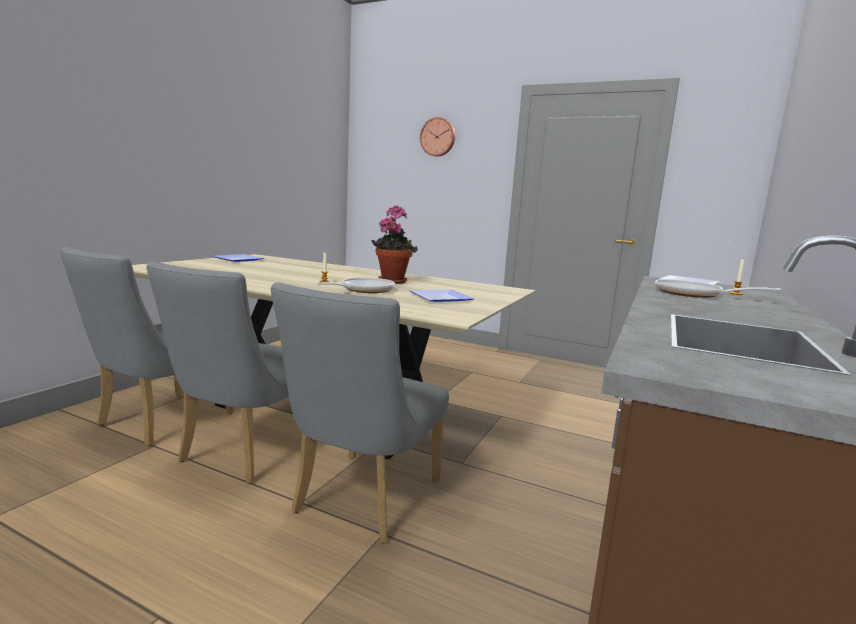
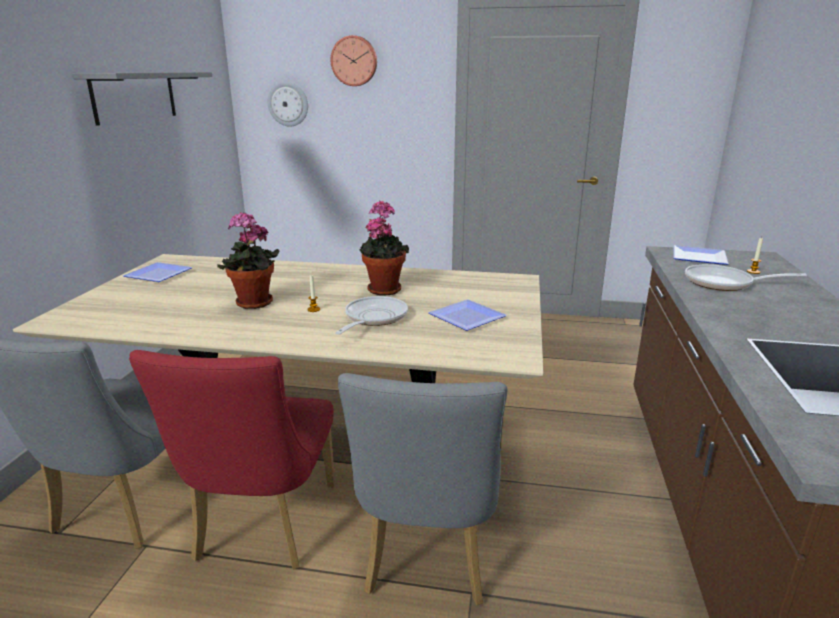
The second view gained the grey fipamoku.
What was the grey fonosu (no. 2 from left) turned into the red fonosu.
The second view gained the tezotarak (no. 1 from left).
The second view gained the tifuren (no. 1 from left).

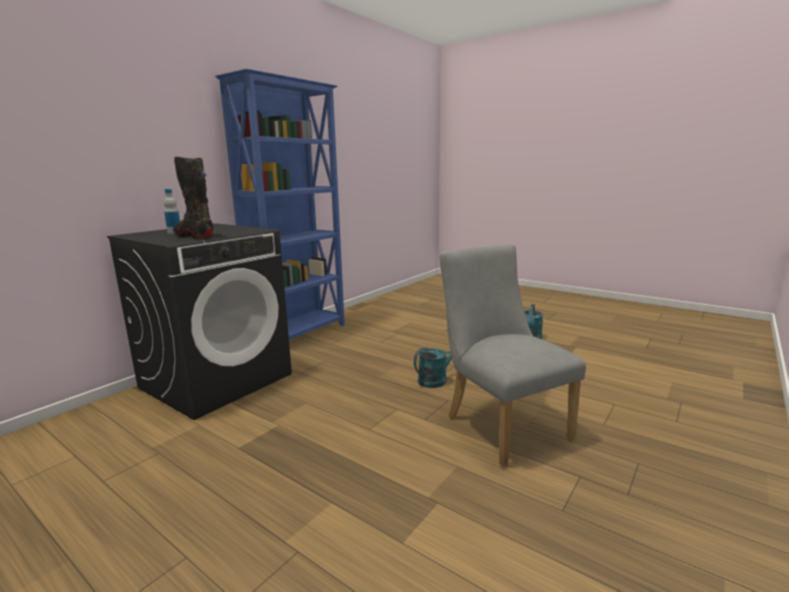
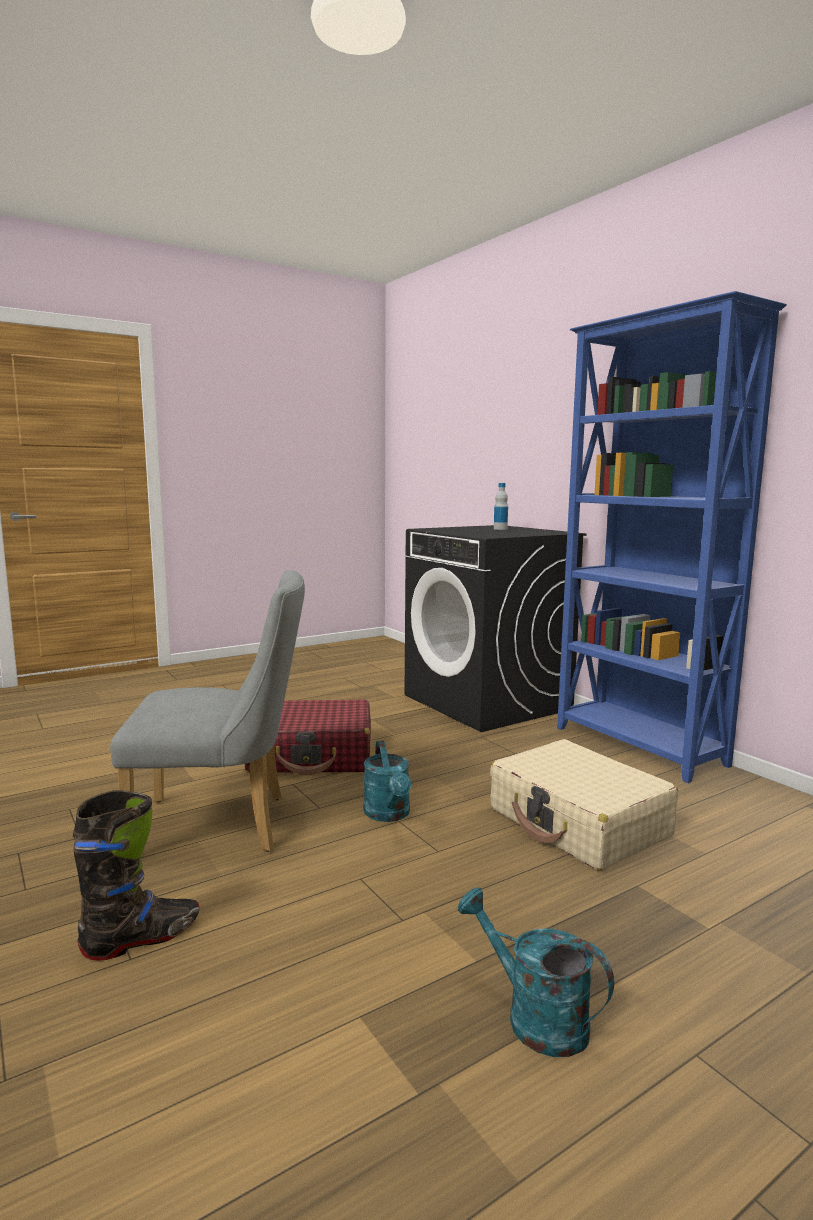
The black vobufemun ended up elsewhere.
The second view gained the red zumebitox.
The second view gained the beige zumebitox.

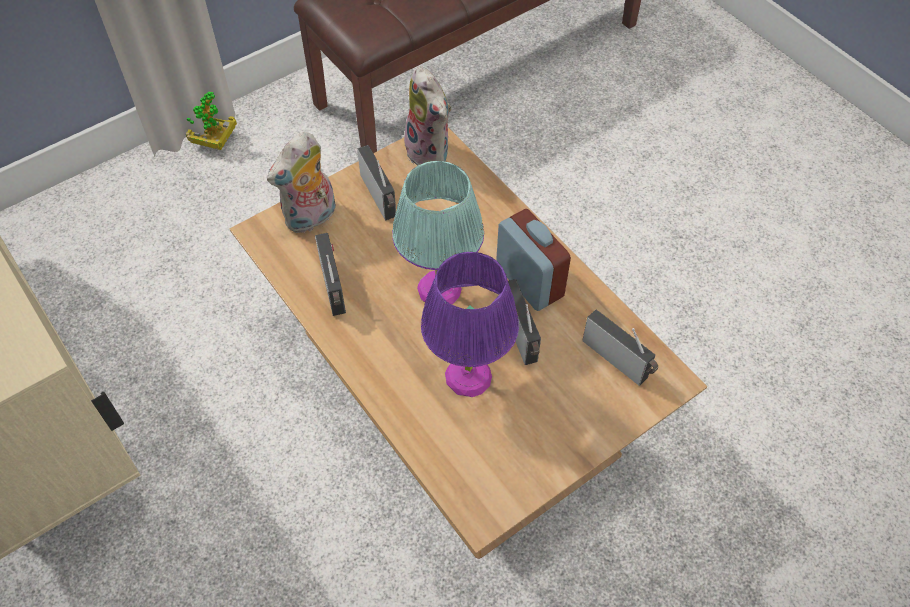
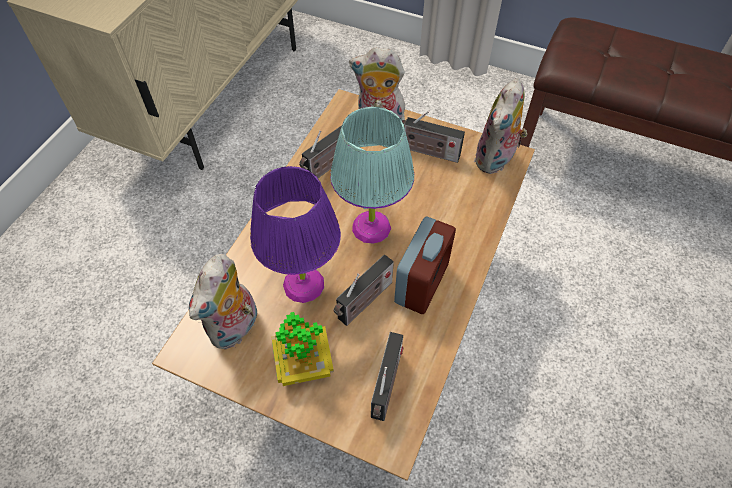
The second view gained the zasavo (no. 1 from left).
The tezotarak ended up elsewhere.
The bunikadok (no. 2 from left in the first image) ended up facing another way, 75 degrees clockwise from before.

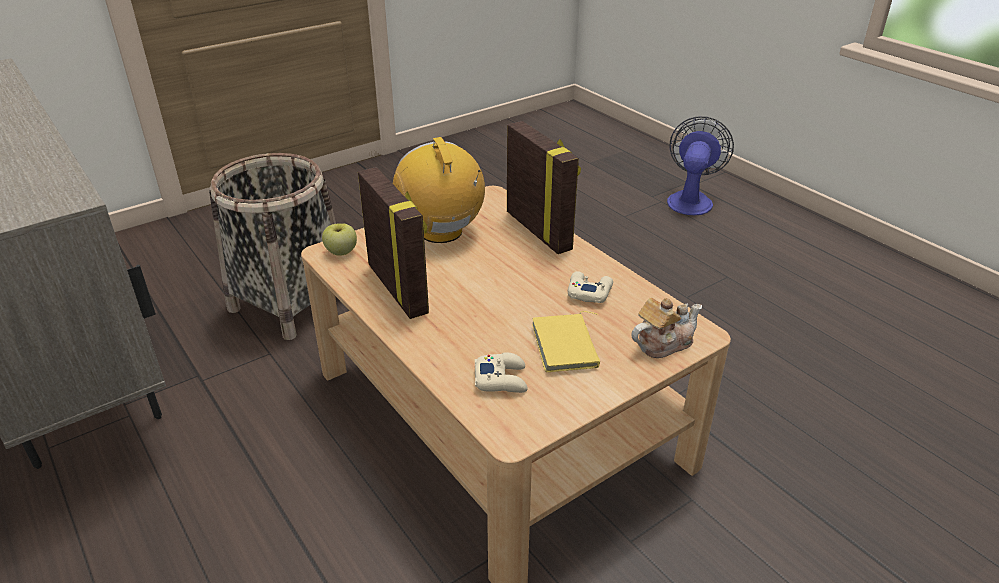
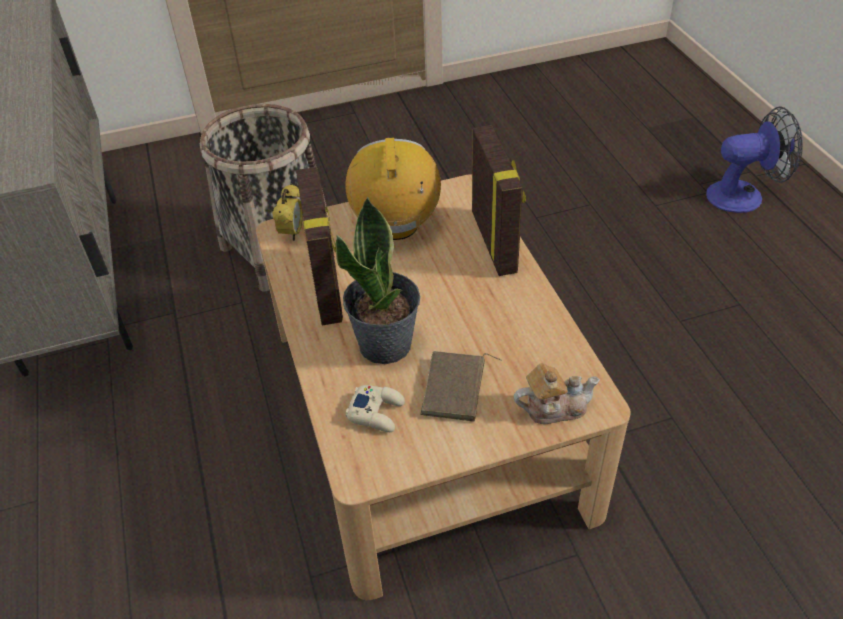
Where the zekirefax stood, the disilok came to stand.
The second view gained the tezotarak.
What was the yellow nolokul turned into the brown nolokul.
The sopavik ended up facing another way, 45 degrees clockwise from before.
The second view lost the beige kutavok (no. 2 from left).

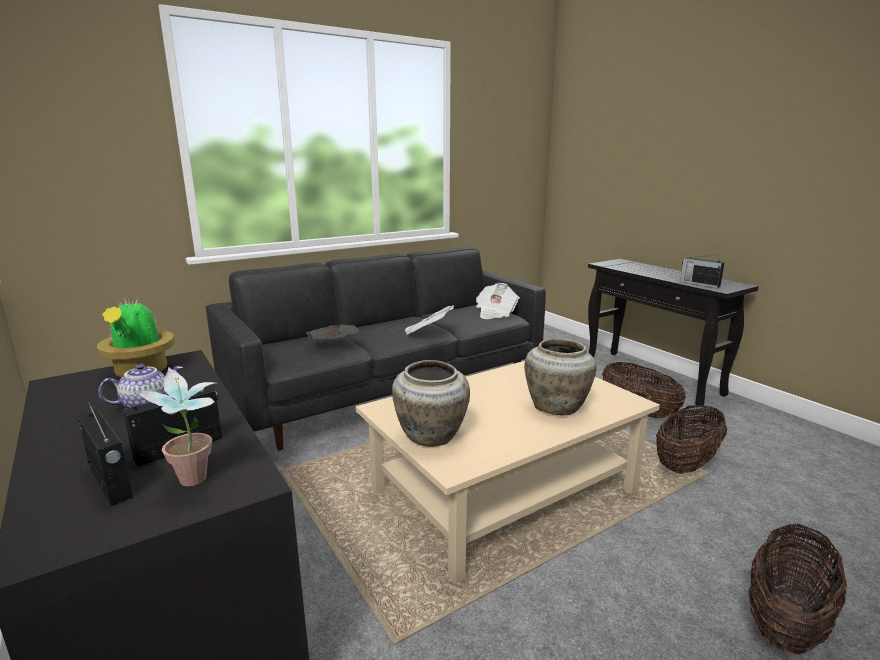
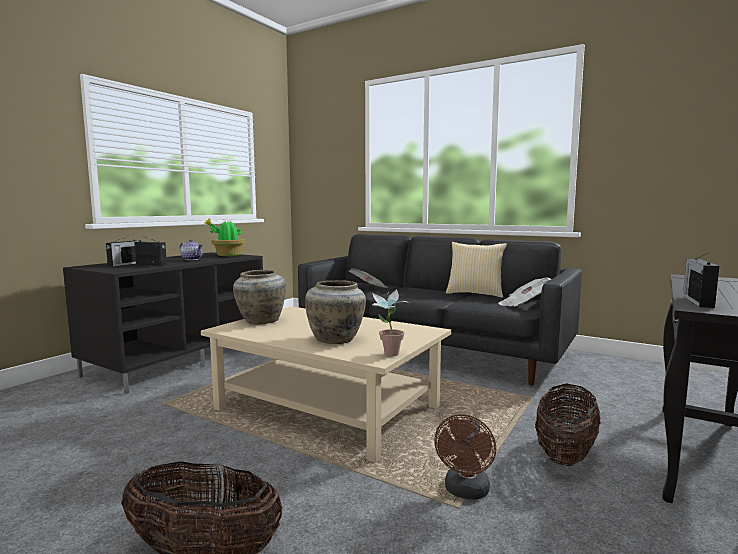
The tezotarak (no. 2 from left) ended up elsewhere.
Where the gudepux (no. 2 from left) stood, the brown sopavik came to stand.
The second view gained the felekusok.
The second view lost the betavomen (no. 2 from left).

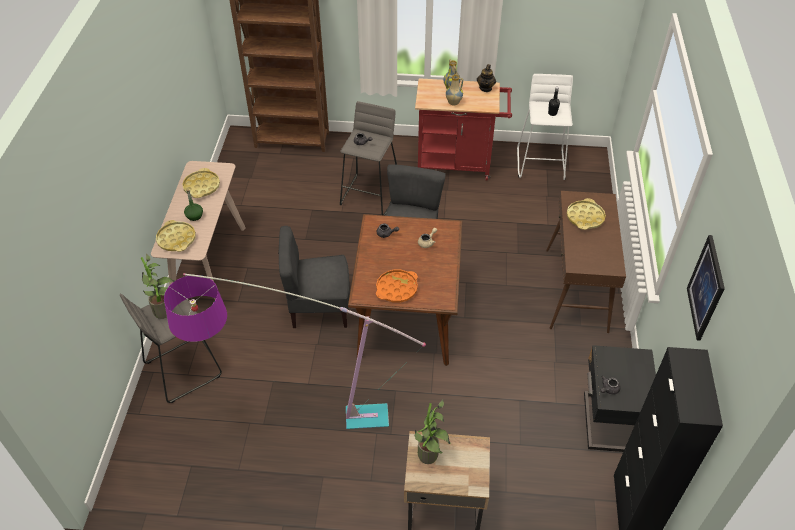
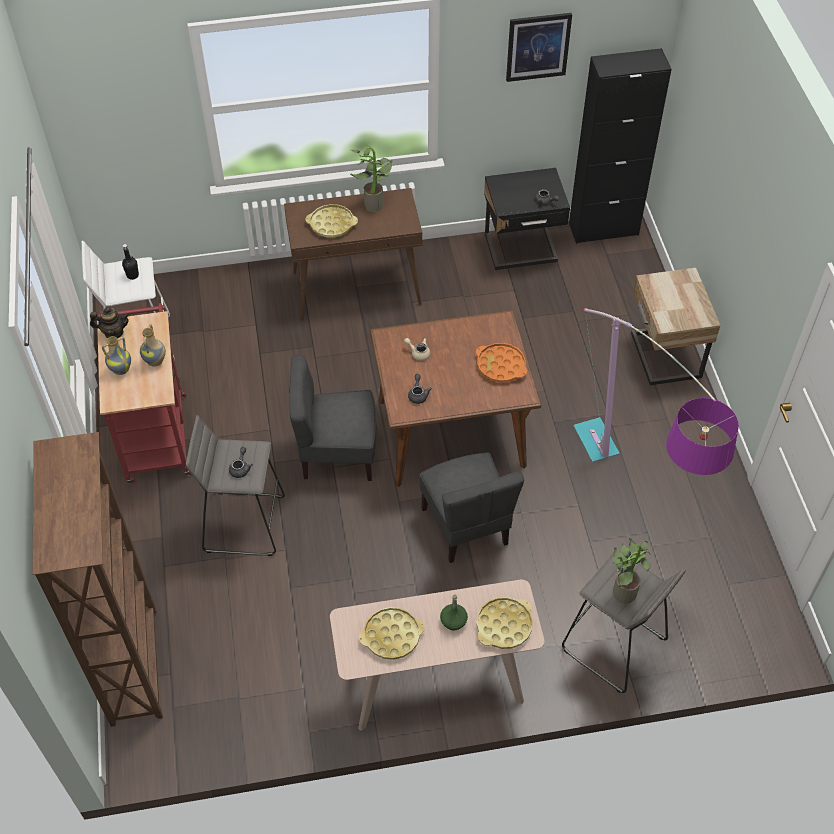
The tezotarak (no. 2 from left in the first image) ended up elsewhere.

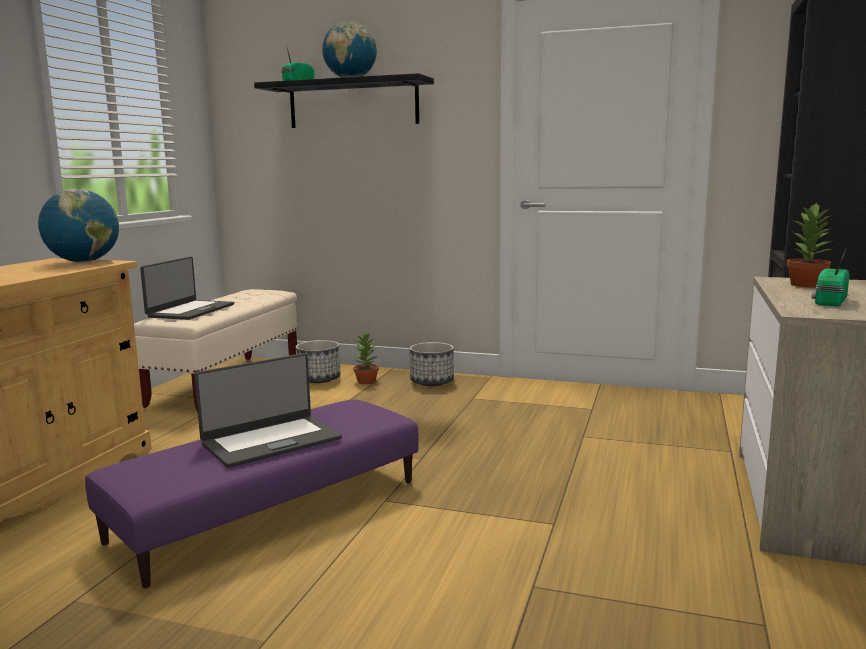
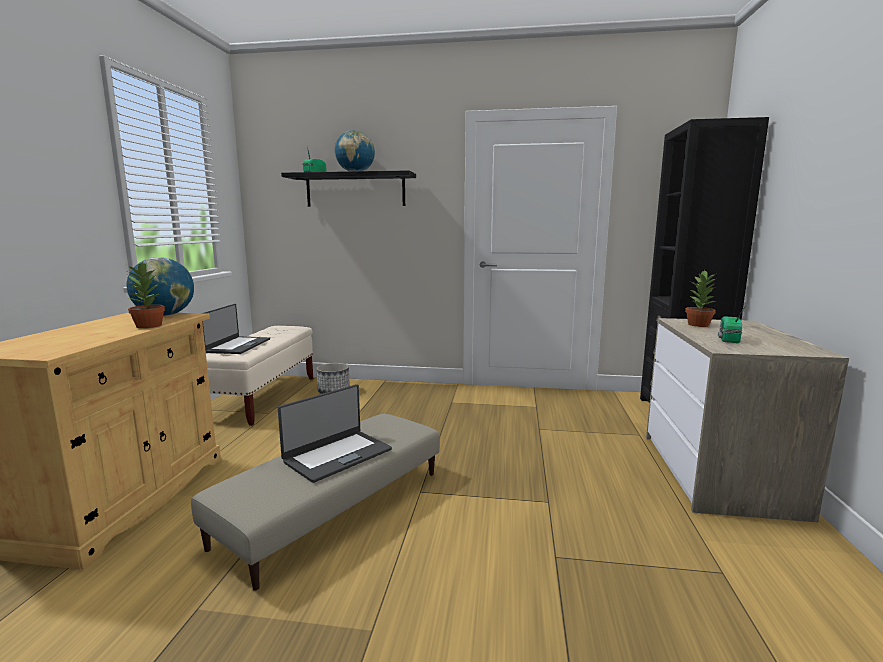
The tezotarak (no. 1 from left) ended up elsewhere.
What was the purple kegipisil turned into the beige kegipisil.
The second view lost the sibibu (no. 2 from left).

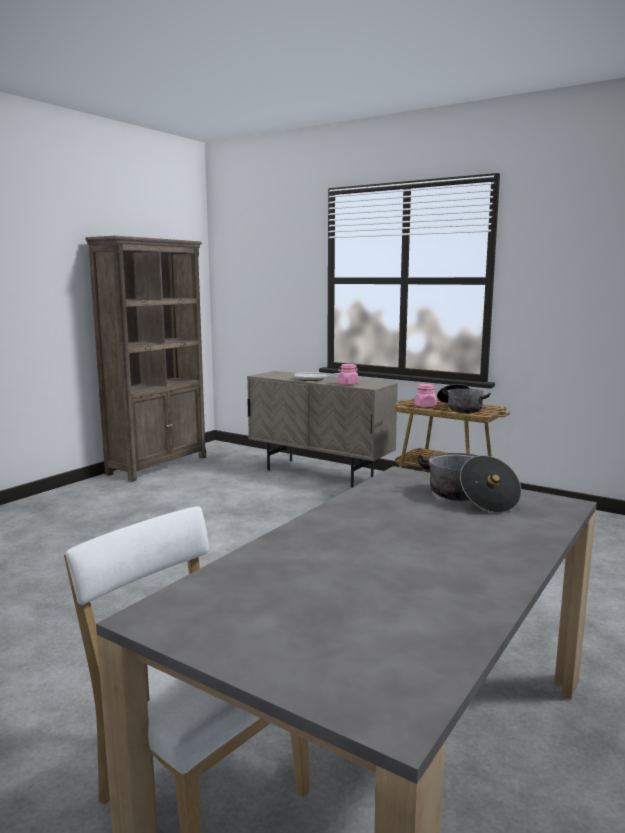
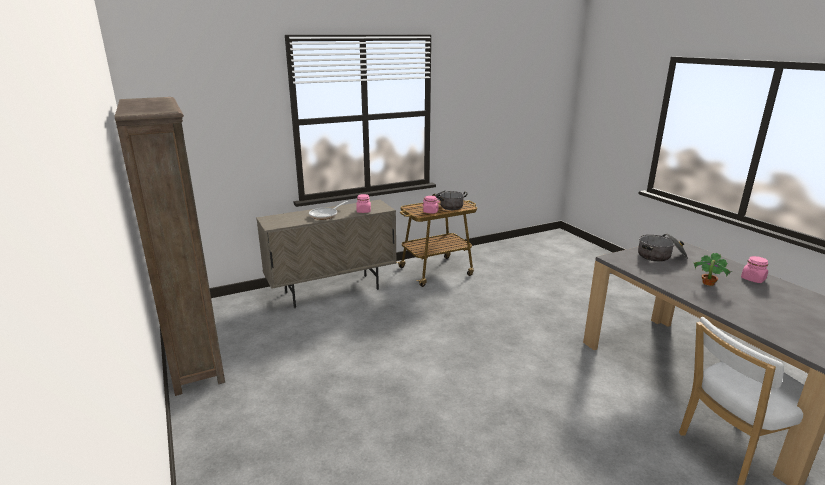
The second view gained the tezotarak.
The second view gained the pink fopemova (no. 3 from left).

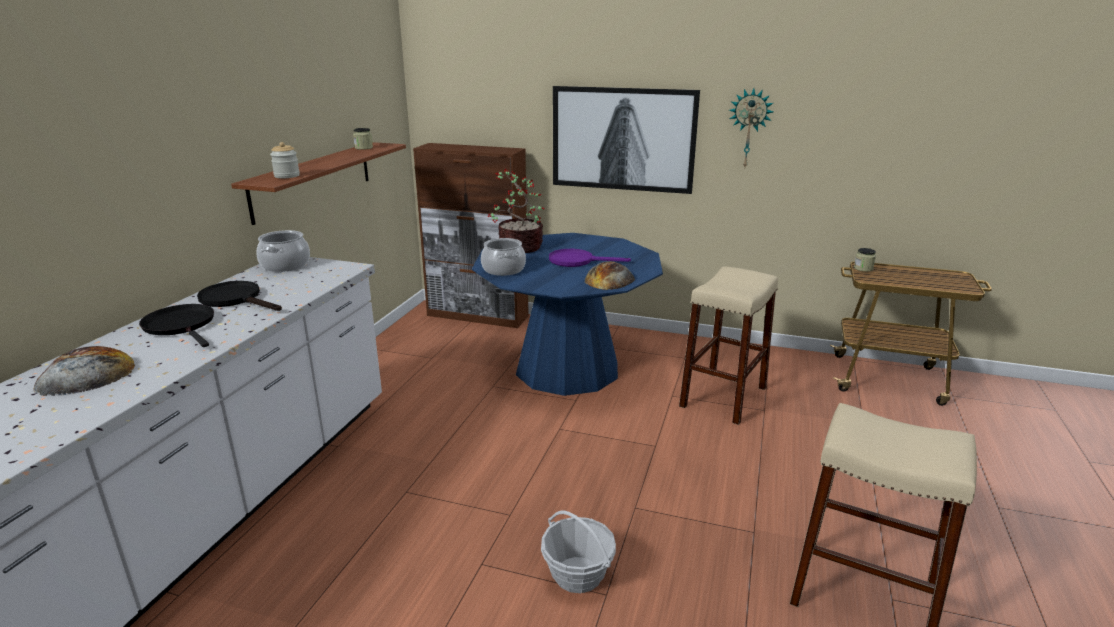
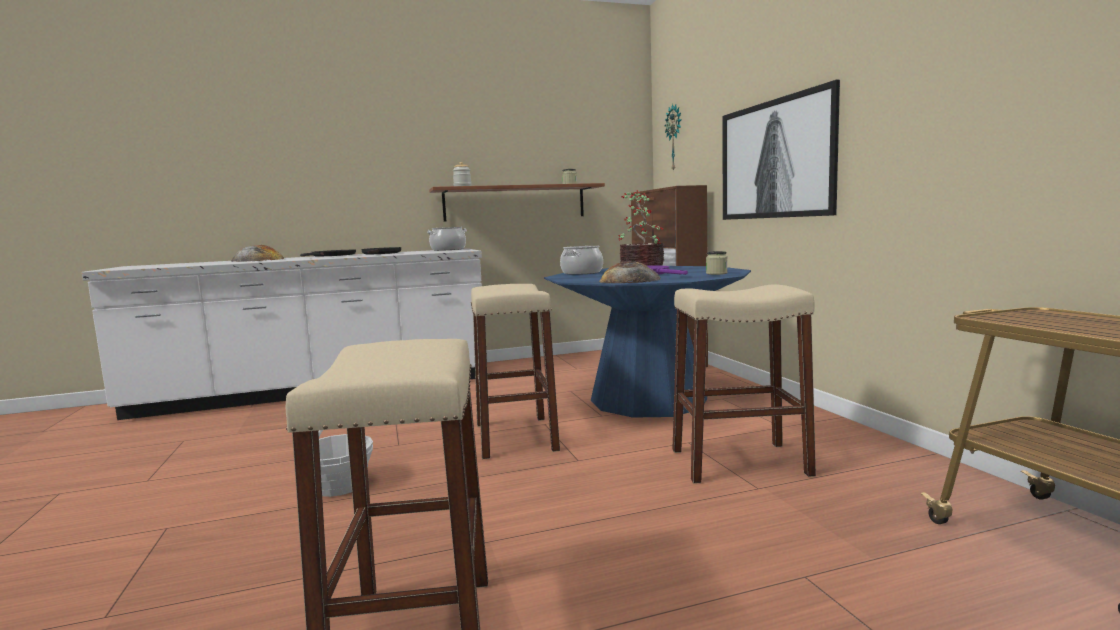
The second view gained the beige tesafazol (no. 2 from left).
The tifuren ended up elsewhere.
The fopemova (no. 3 from left) ended up elsewhere.

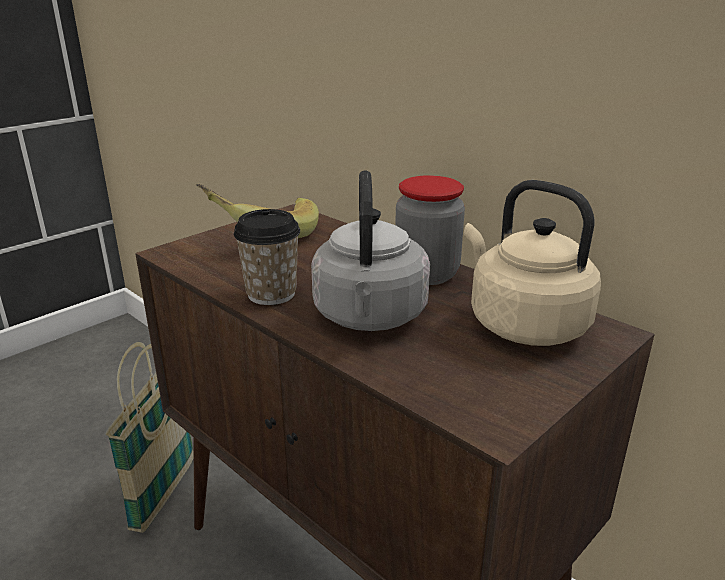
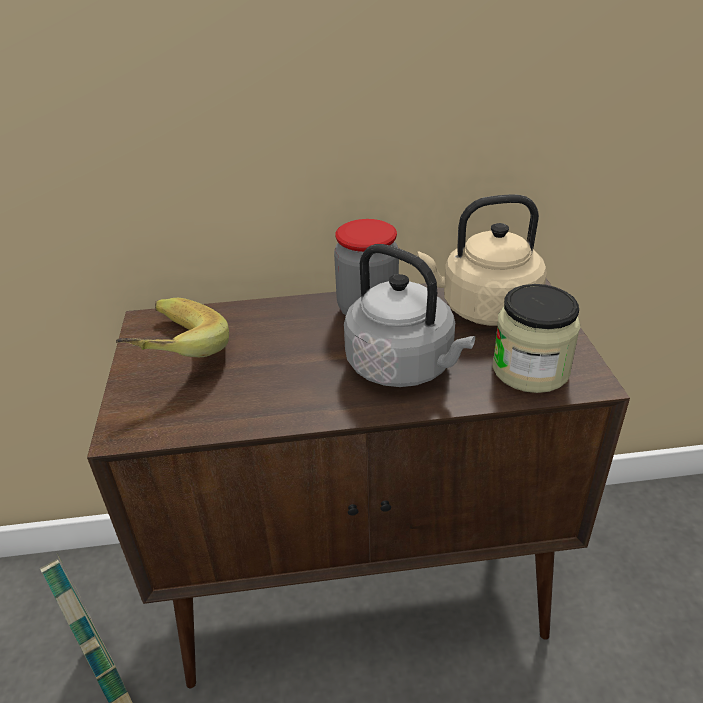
The second view gained the fopemova (no. 2 from left).
The second view lost the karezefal.

